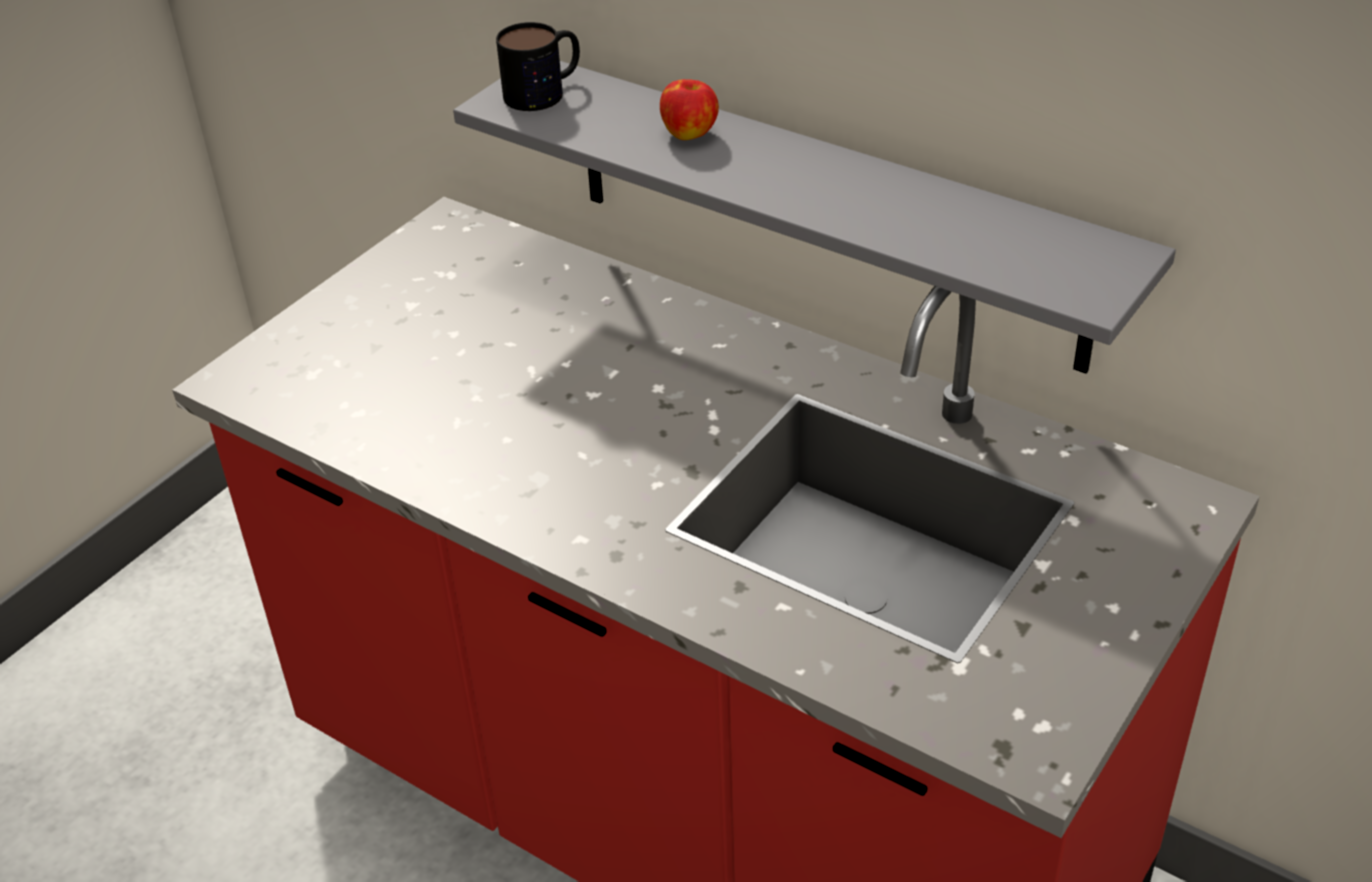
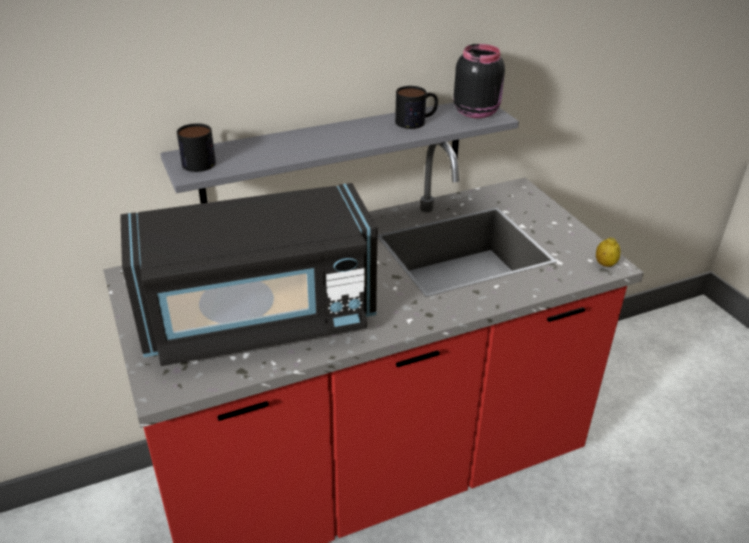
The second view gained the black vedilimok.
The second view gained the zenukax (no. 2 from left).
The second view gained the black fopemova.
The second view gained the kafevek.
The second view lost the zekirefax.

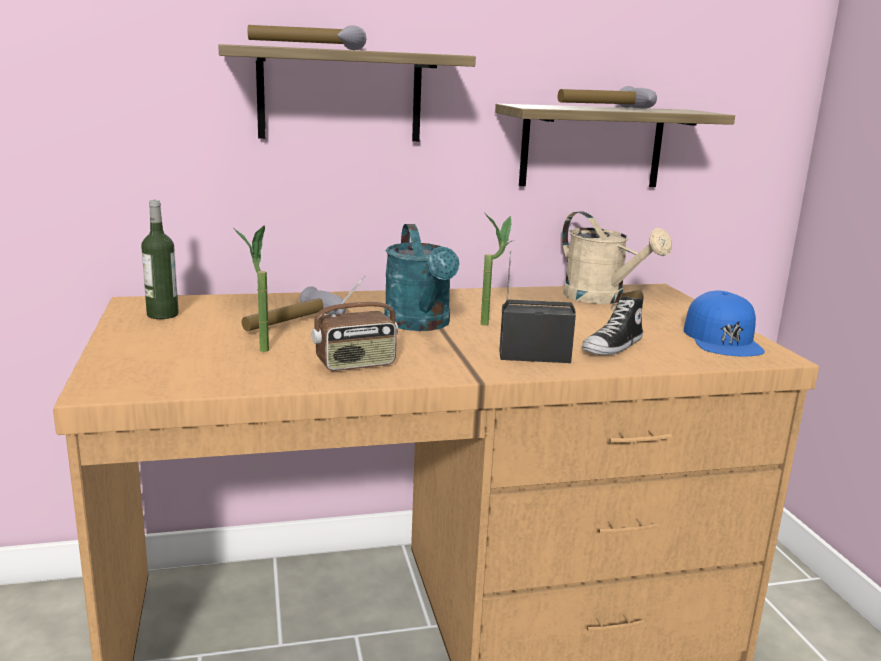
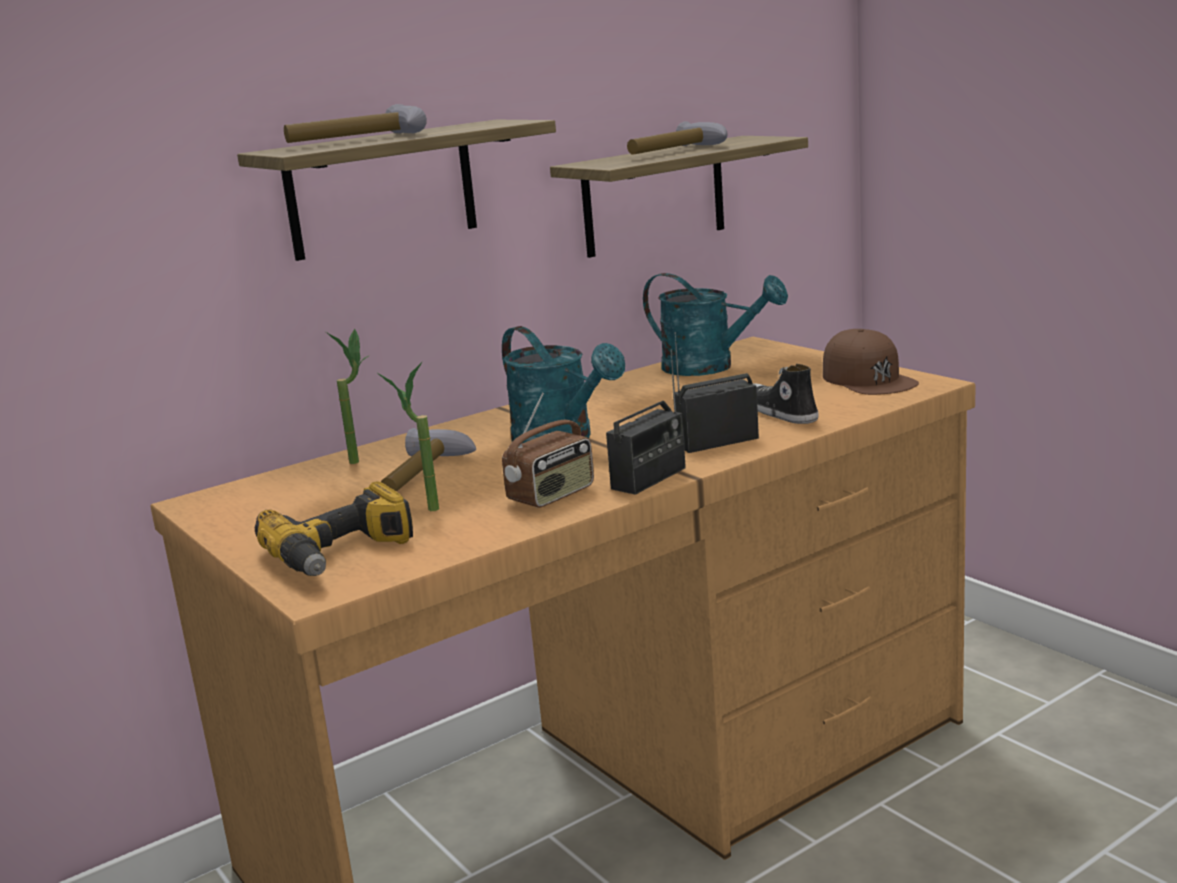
The second view gained the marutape.
The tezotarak (no. 2 from left in the first image) ended up elsewhere.
The second view gained the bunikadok (no. 2 from left).
What was the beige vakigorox turned into the turquoise vakigorox (no. 2 from left).
The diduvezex ended up facing another way, 135 degrees clockwise from before.
What was the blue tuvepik turned into the brown tuvepik.
The second view lost the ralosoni.

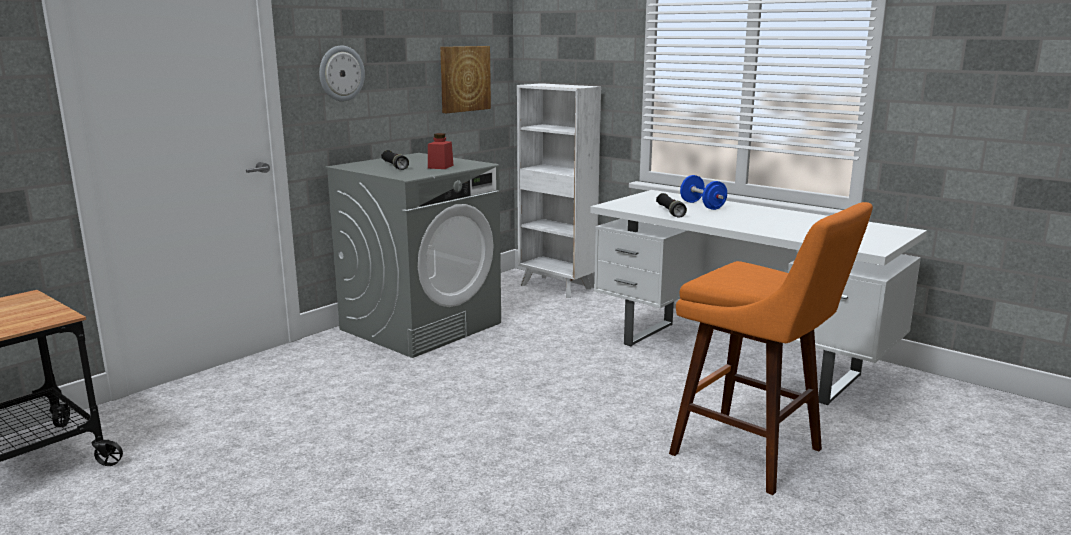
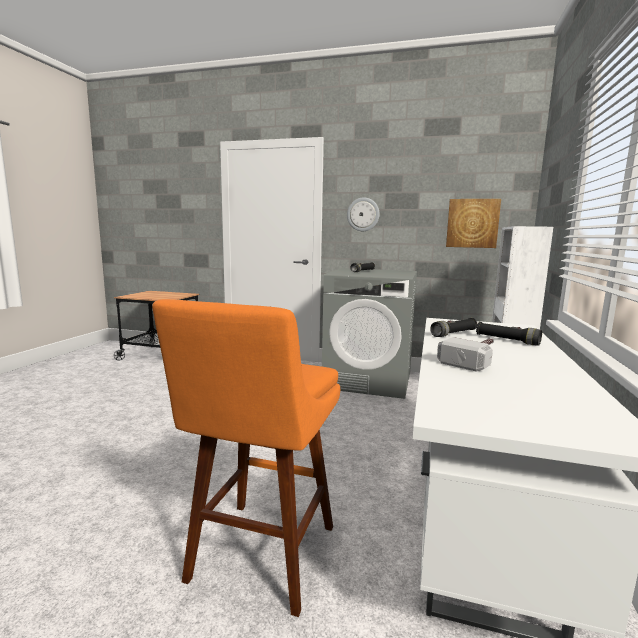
The second view gained the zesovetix.
Where the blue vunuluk stood, the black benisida (no. 3 from left) came to stand.
The second view lost the red fopemova.

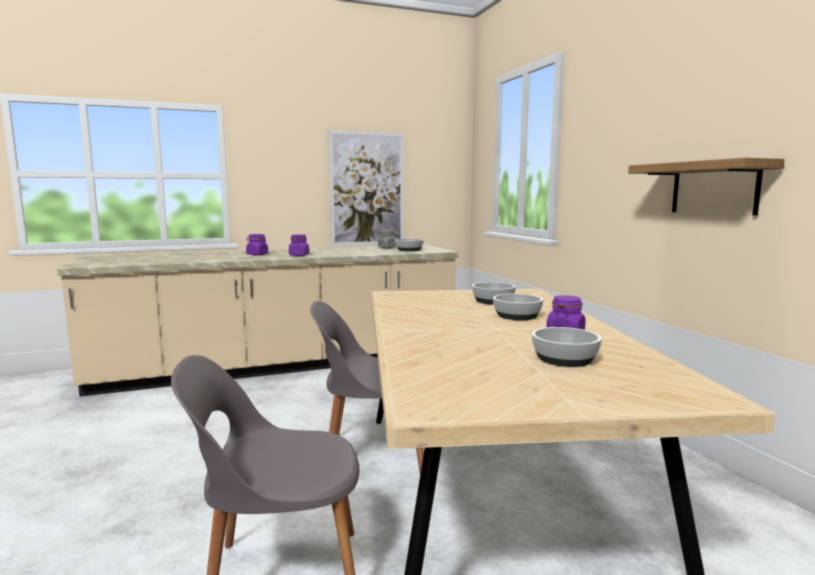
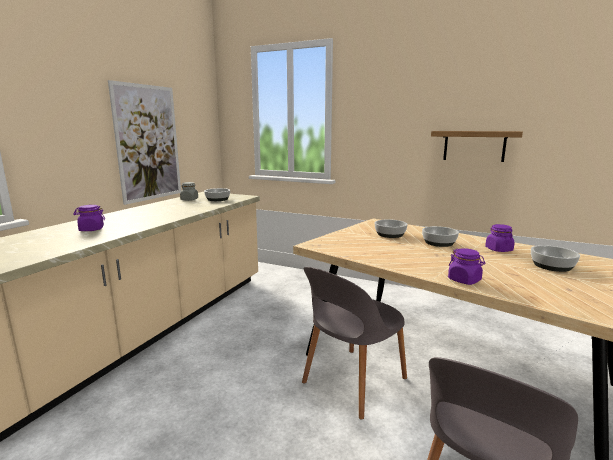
The purple fopemova (no. 2 from left) ended up elsewhere.

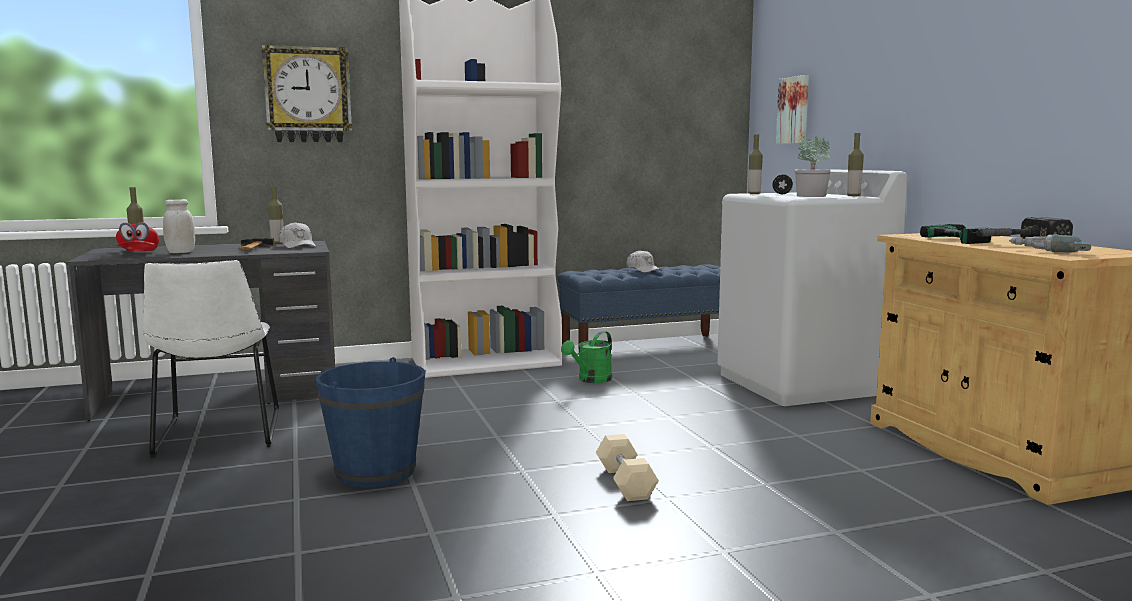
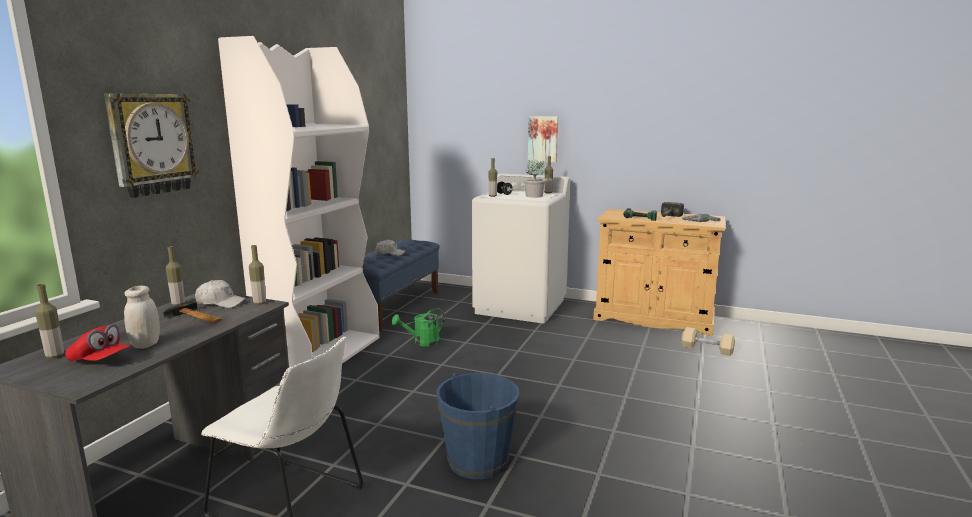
The second view gained the ralosoni (no. 3 from left).
The green vakigorox ended up facing another way, 75 degrees clockwise from before.
The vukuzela ended up elsewhere.
The beige vunuluk ended up elsewhere.

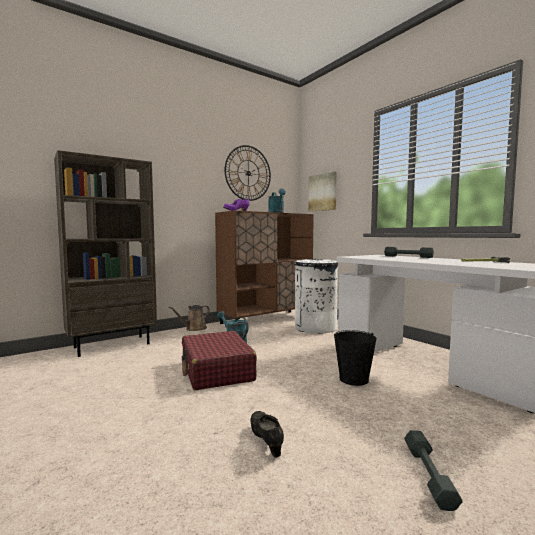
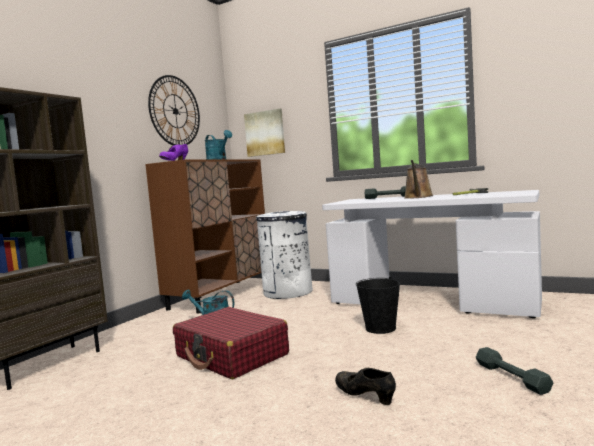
The brown vakigorox ended up elsewhere.

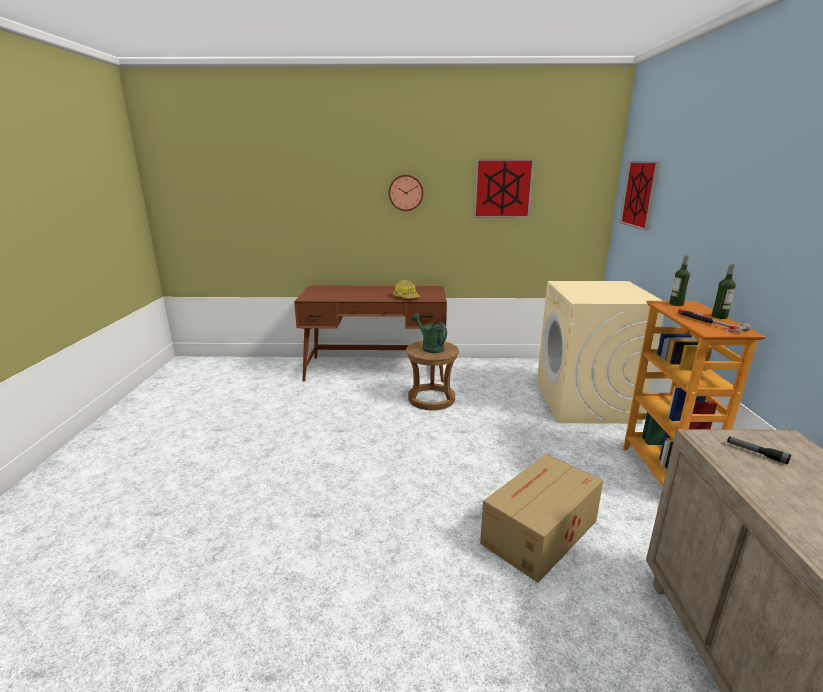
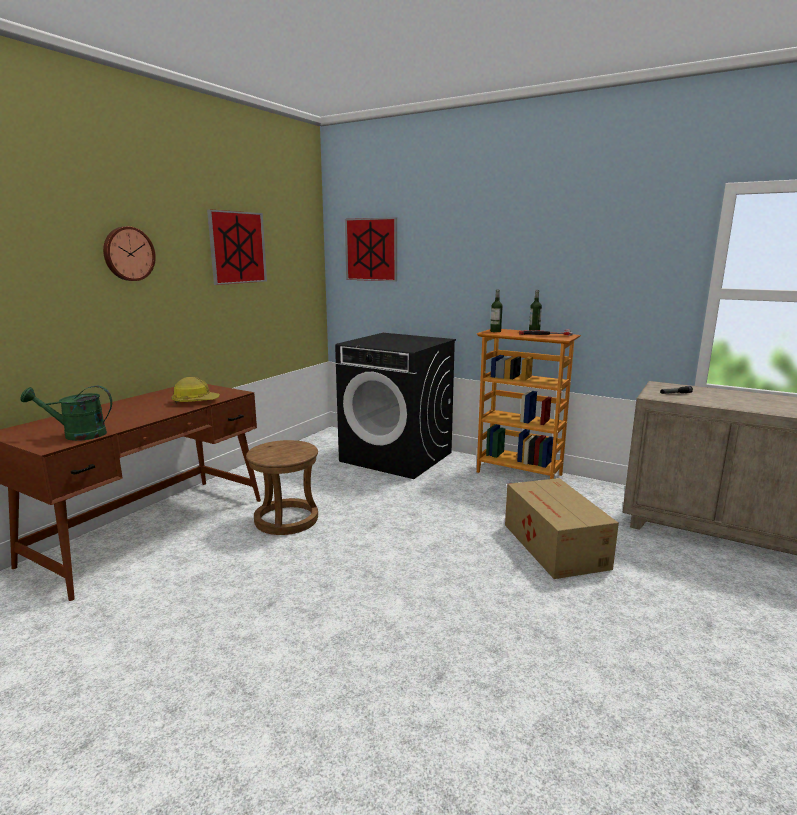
The green vakigorox ended up elsewhere.
What was the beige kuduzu turned into the black kuduzu.

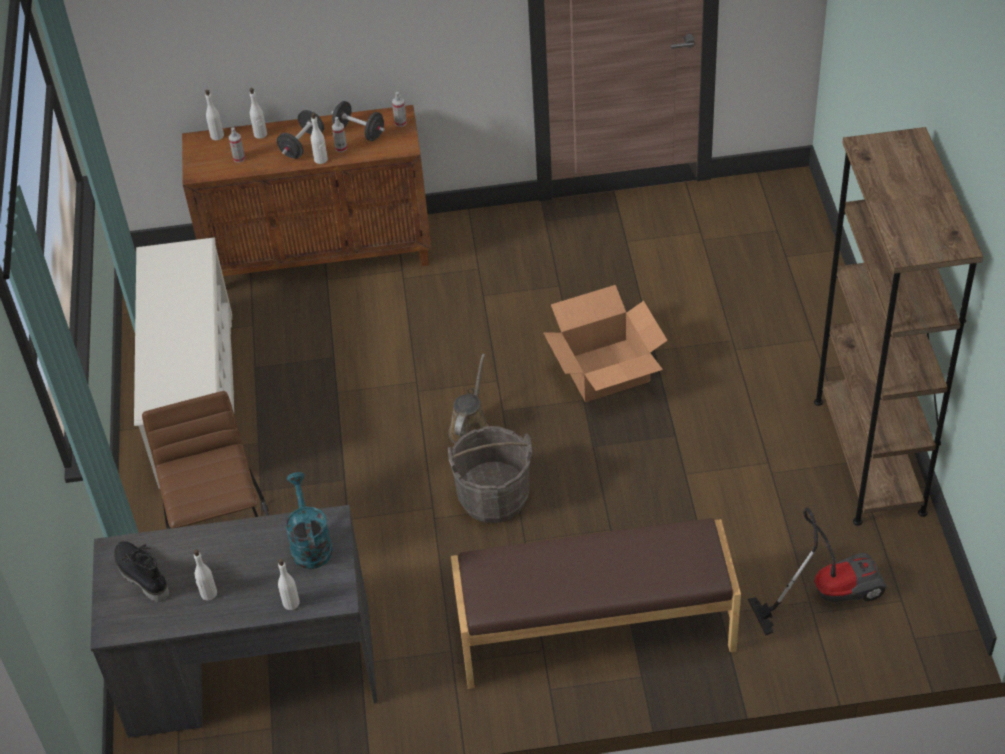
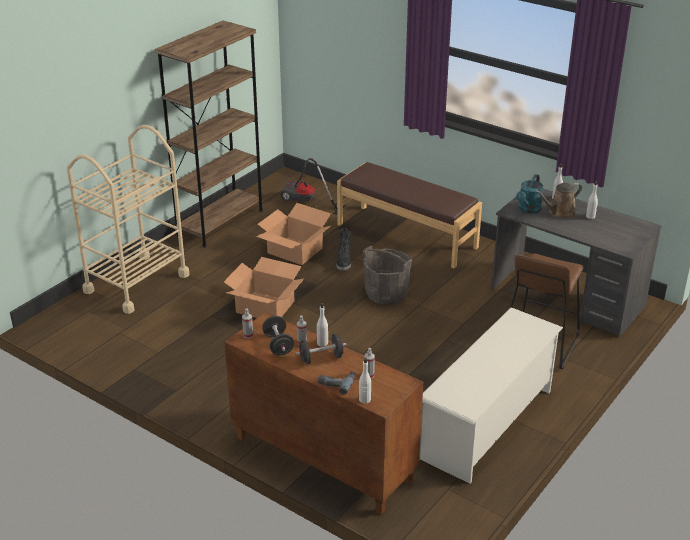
The second view gained the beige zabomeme.
The second view gained the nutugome (no. 2 from left).
Where the white ralosoni (no. 3 from left) stood, the marutape came to stand.
The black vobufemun ended up elsewhere.
The brown vakigorox ended up elsewhere.

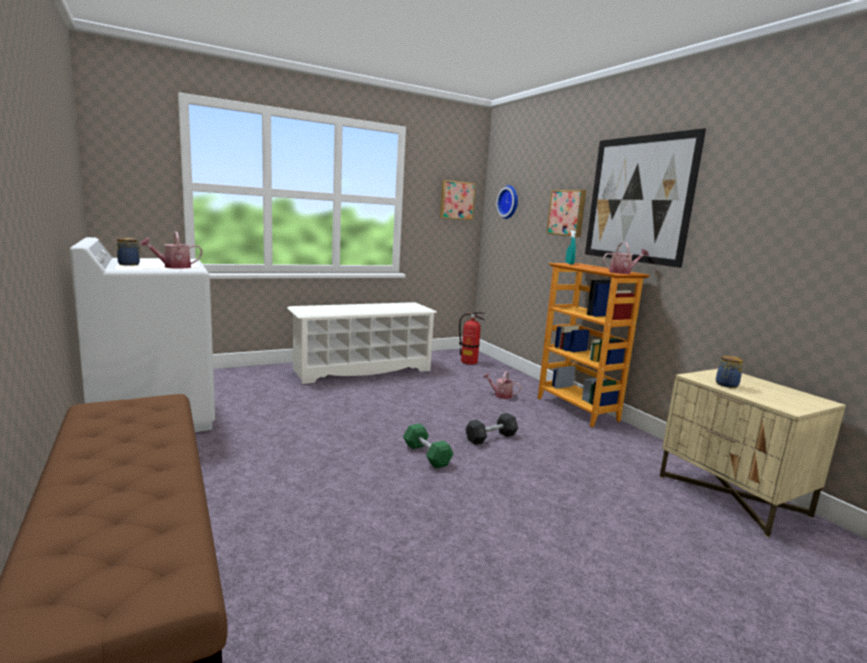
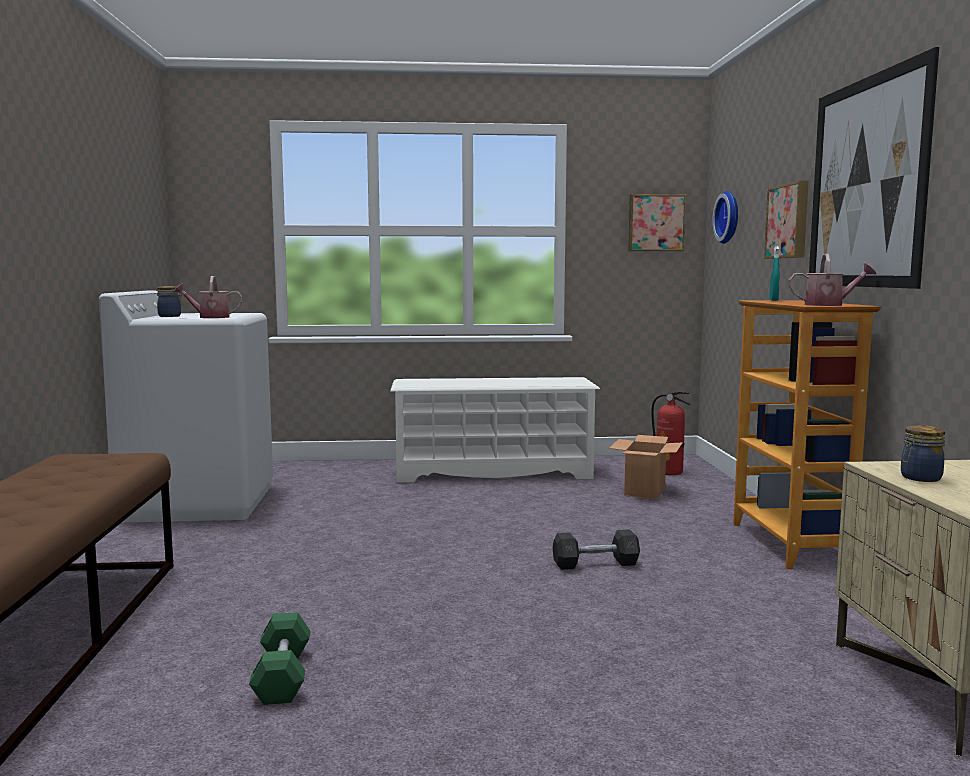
The green vunuluk ended up elsewhere.
The second view gained the nutugome.
The second view lost the vakigorox (no. 2 from left).

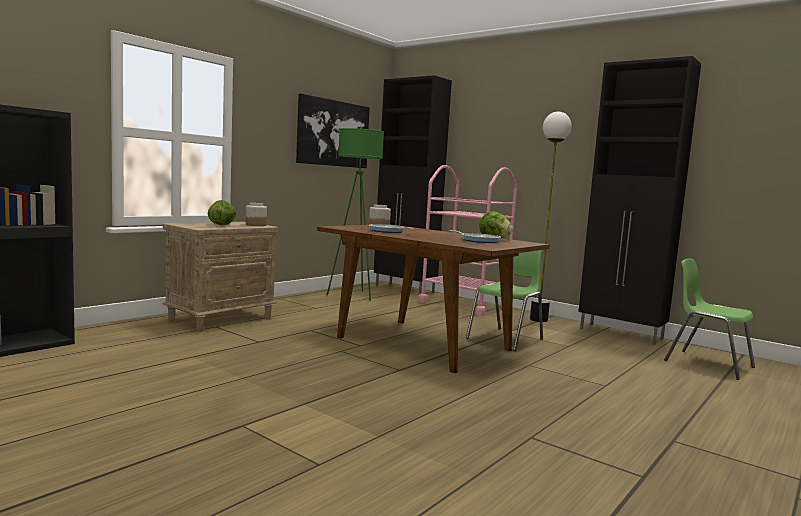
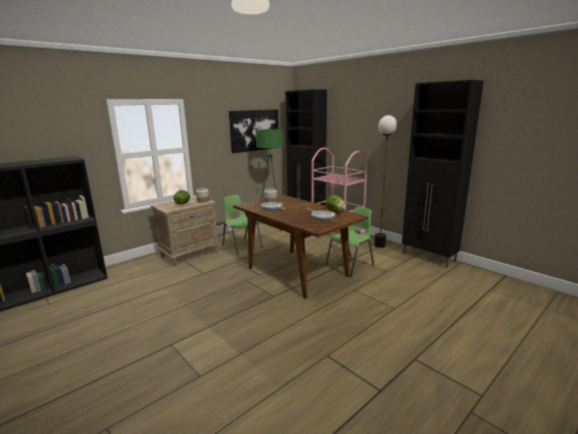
The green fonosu (no. 2 from left in the first image) ended up elsewhere.

